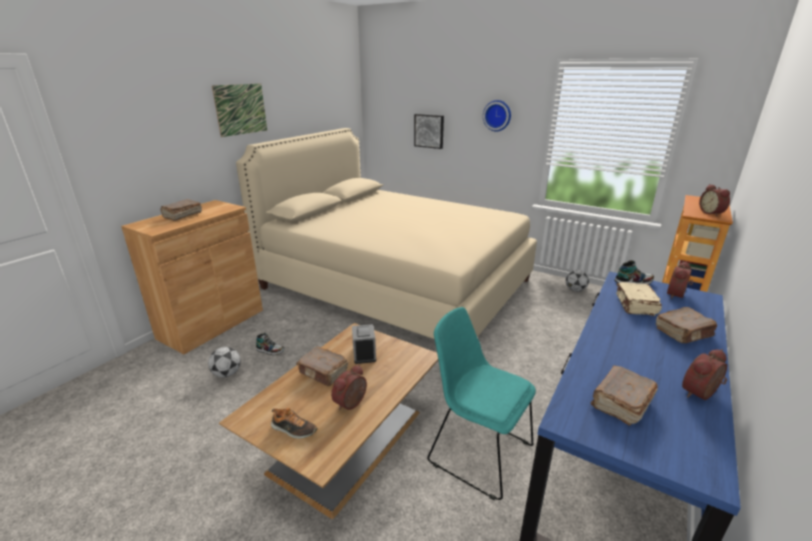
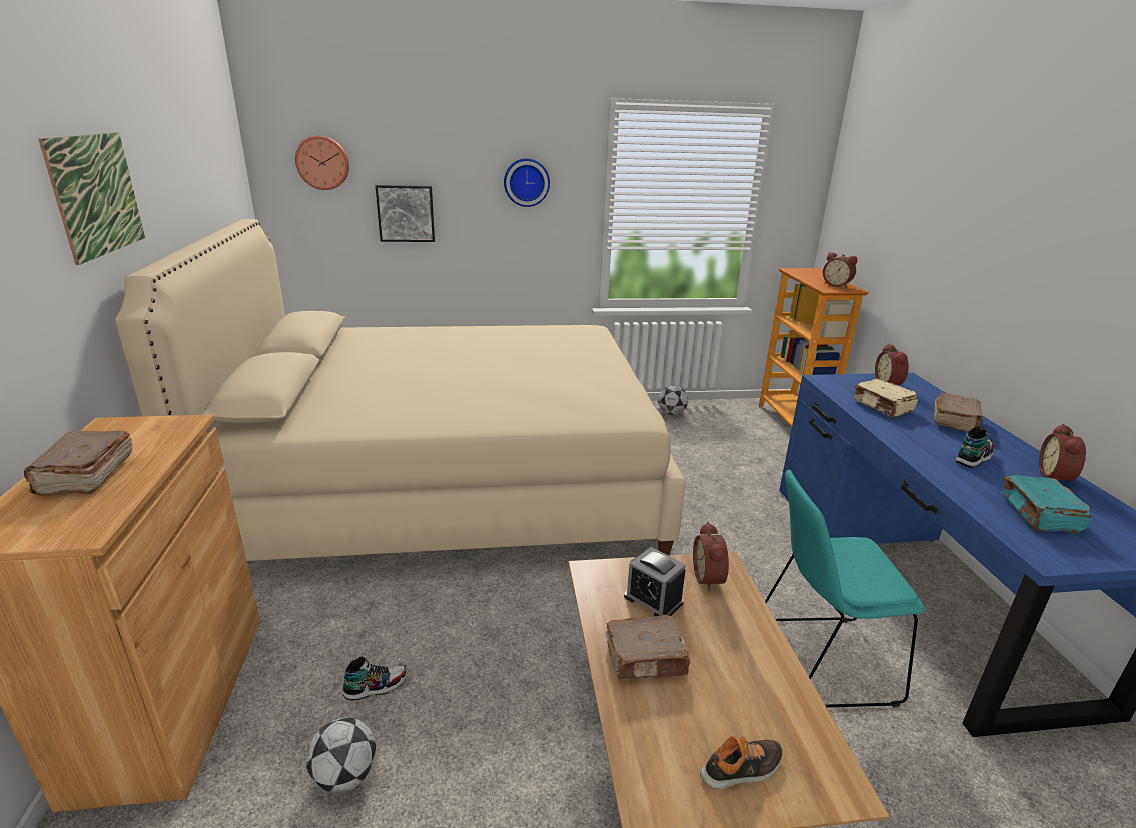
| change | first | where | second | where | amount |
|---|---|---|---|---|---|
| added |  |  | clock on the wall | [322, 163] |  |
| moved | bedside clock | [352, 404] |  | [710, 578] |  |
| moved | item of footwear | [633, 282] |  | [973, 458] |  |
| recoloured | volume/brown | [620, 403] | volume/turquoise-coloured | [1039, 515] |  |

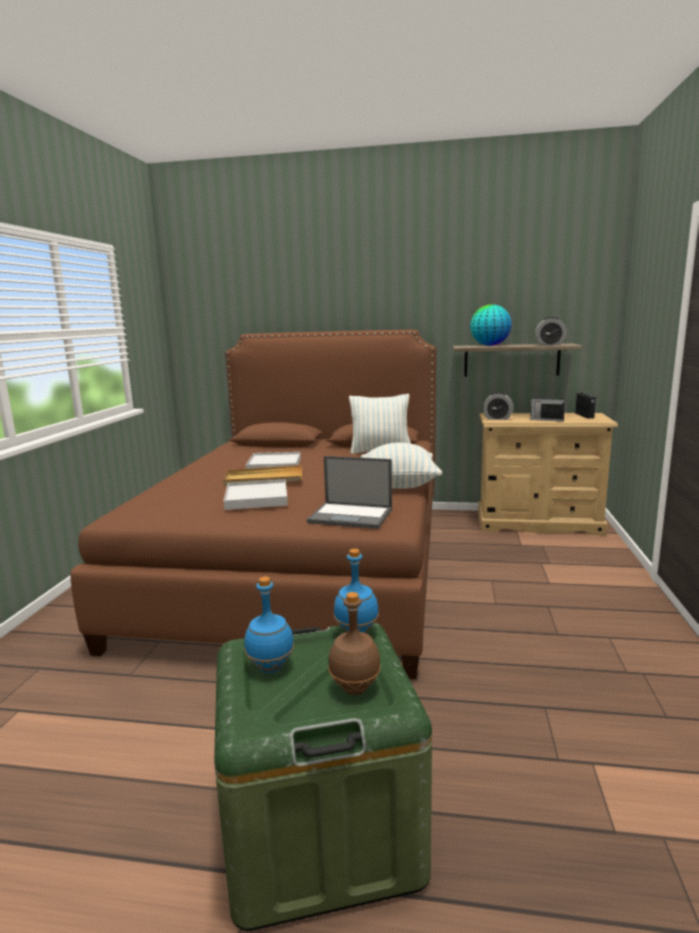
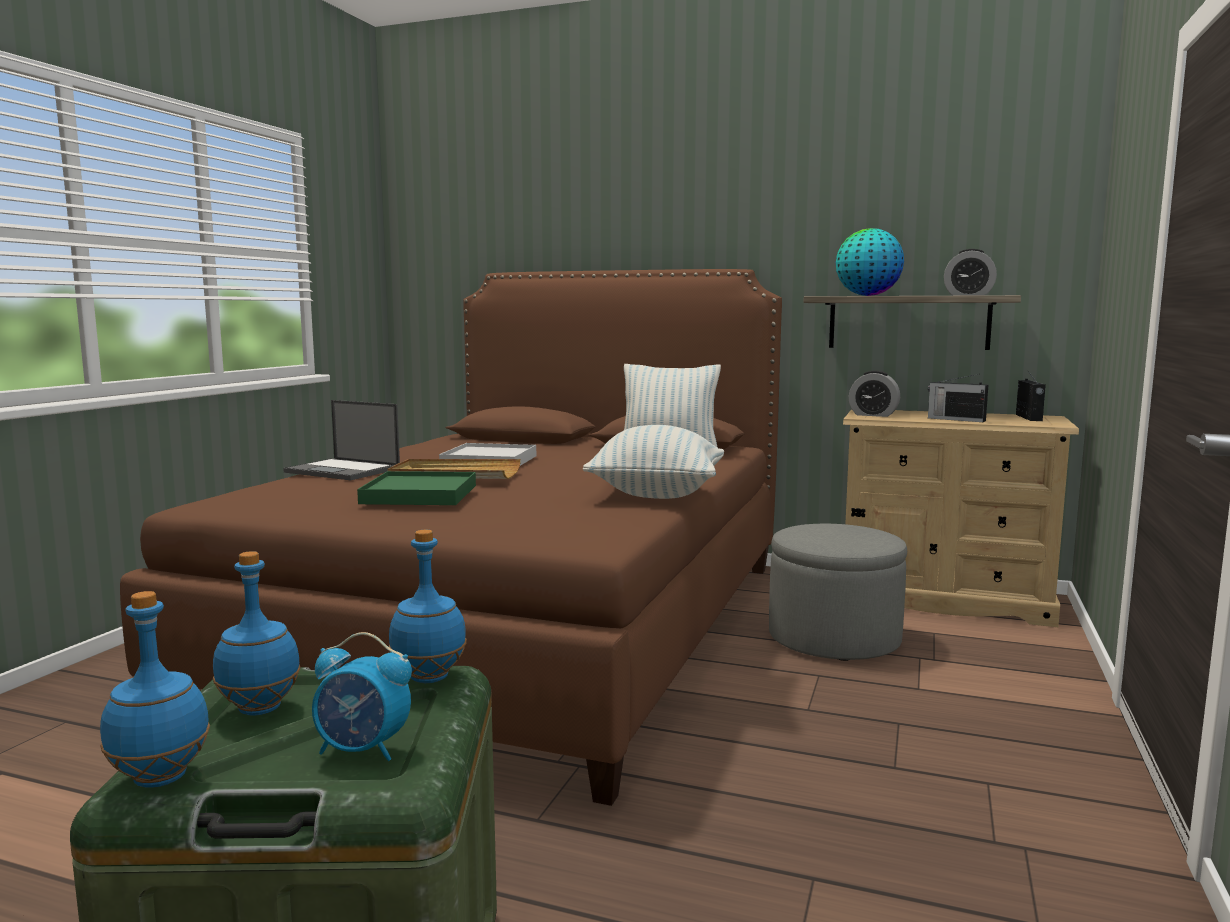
| change | first | where | second | where | amount |
|---|---|---|---|---|---|
| added |  |  | beverage bottle/blue-coloured | [161, 778] |  |
| added |  |  | pouffe/grey | [834, 639] |  |
| moved | portable computer | [351, 516] |  | [344, 470] |  |
| replaced | beverage bottle/brown | [355, 688] | bedside clock | [363, 750] |  |
| recoloured | tray/whitish | [256, 498] | tray/green | [419, 494] |  |

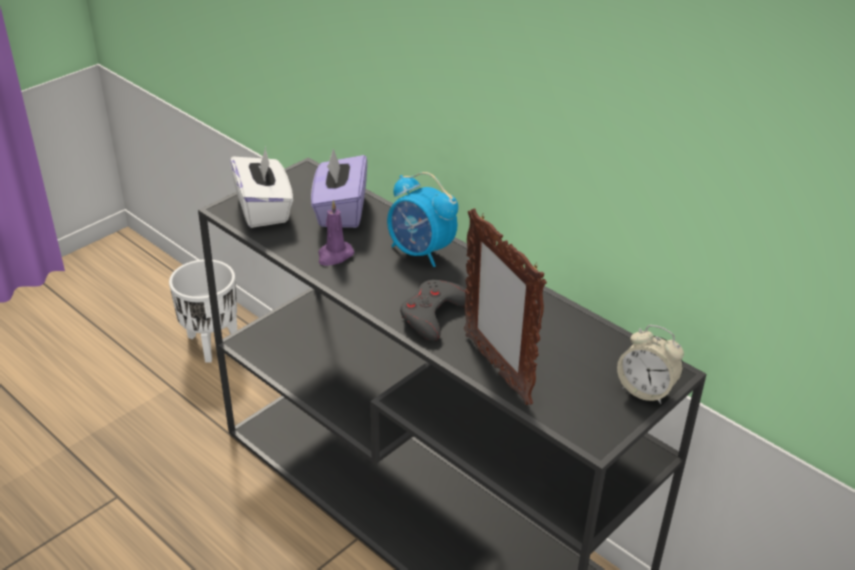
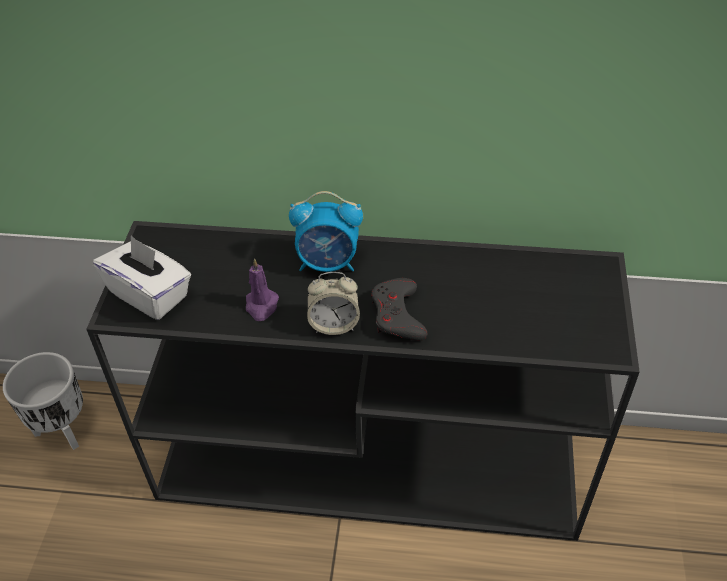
| change | first | where | second | where | amount |
|---|---|---|---|---|---|
| removed | box of tissues/purple | [340, 210] |  |  |  |
| removed | standing frame | [496, 368] |  |  |  |
| moved | bedside clock | [645, 390] |  | [334, 324] |  |

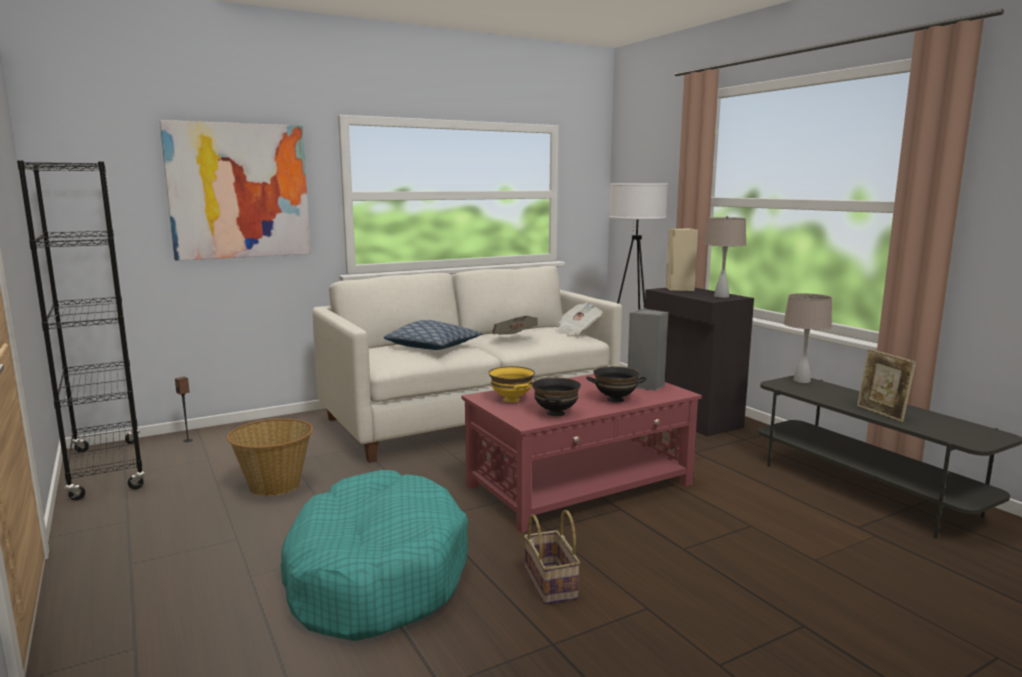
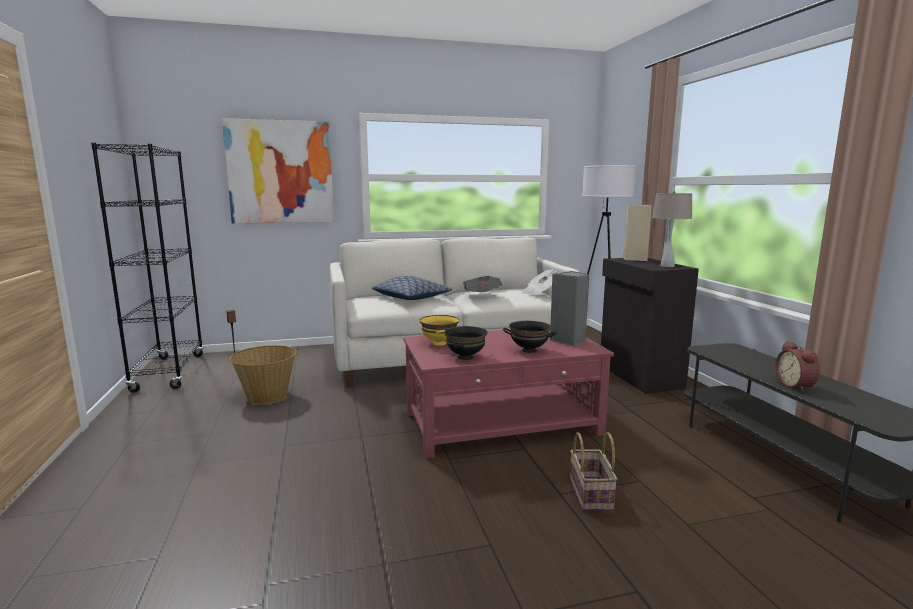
| change | first | where | second | where | amount |
|---|---|---|---|---|---|
| removed | dog cushion/turquoise-coloured | [375, 574] |  |  |  |
| removed | lamp for a table/beige-coloured | [802, 380] |  |  |  |
| moved | basket | [552, 584] |  | [592, 495] |  |
| replaced | standing frame | [881, 414] | bedside clock | [796, 386] |  |

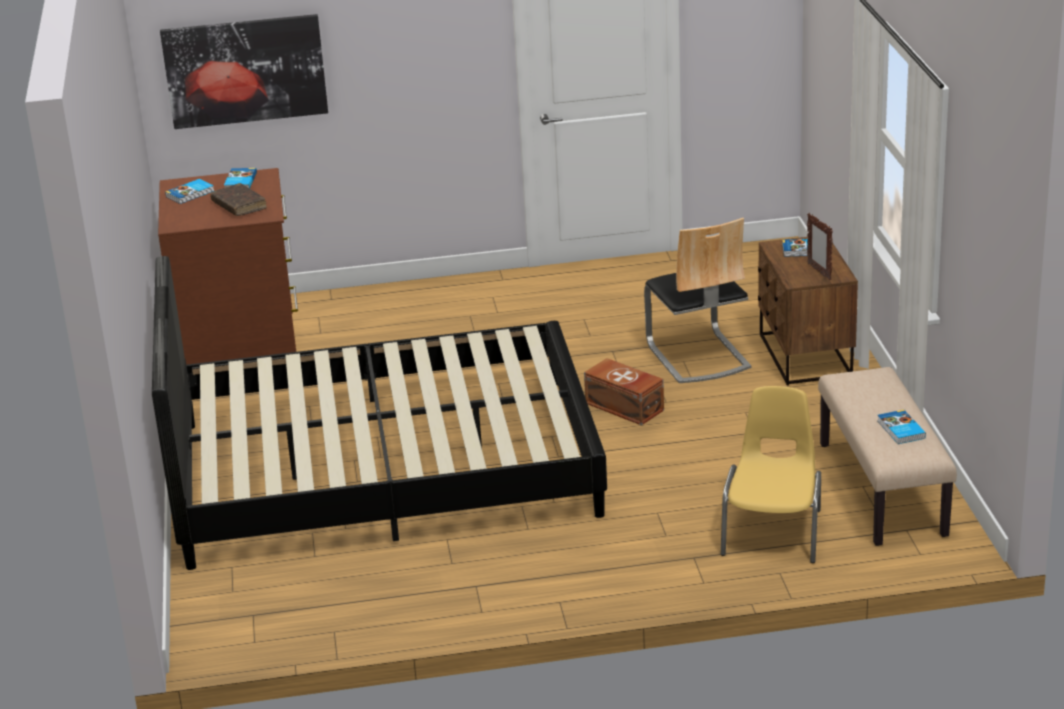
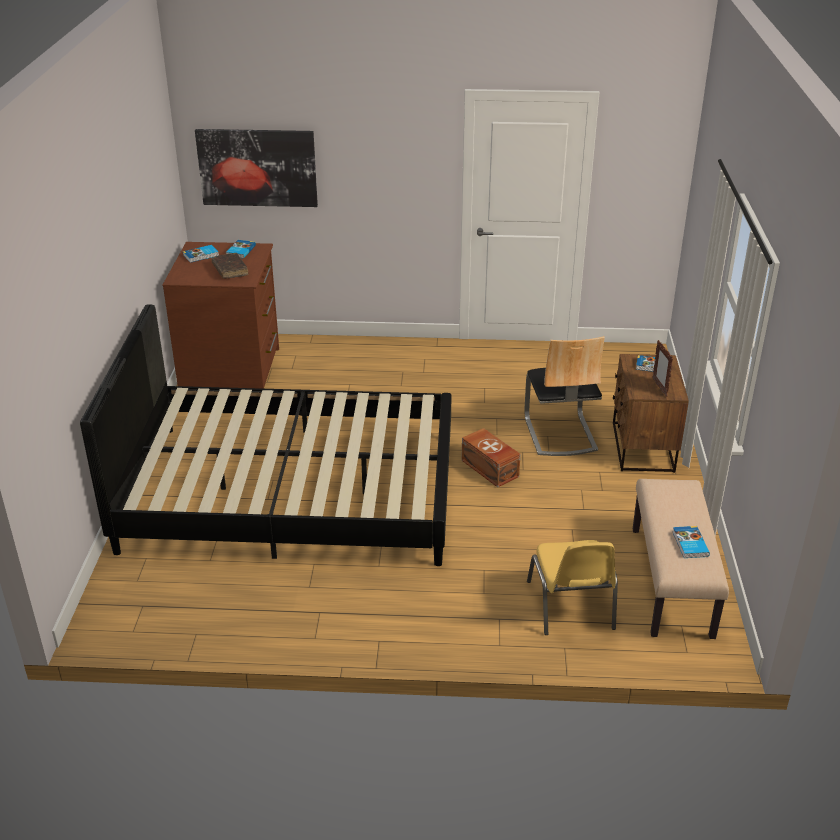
| change | first | where | second | where | amount |
|---|---|---|---|---|---|
| turned | plain chair/yellowish | [773, 532] |  | [571, 606] | 150 degrees clockwise |

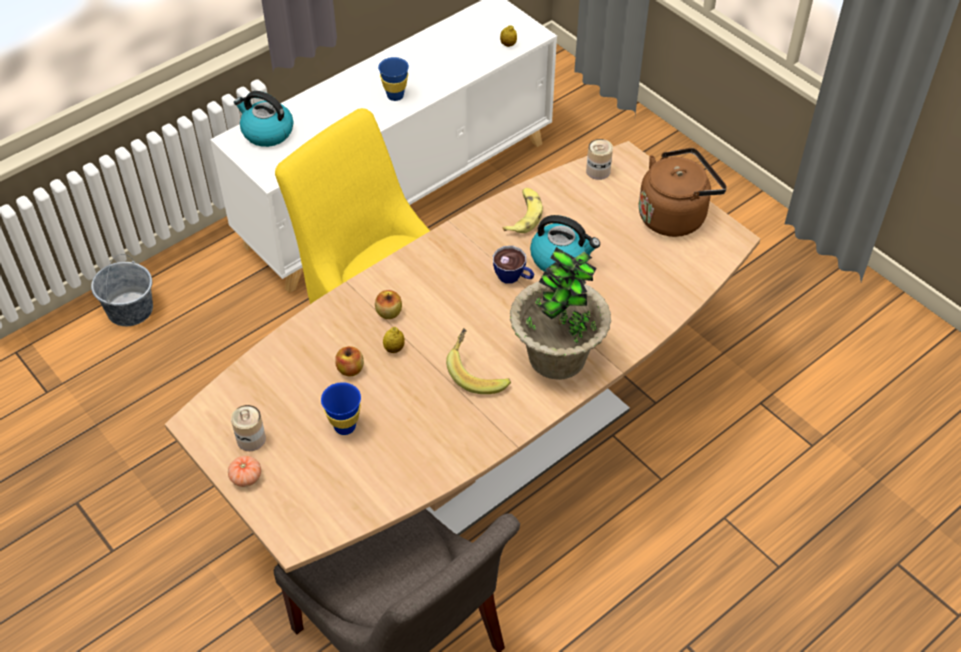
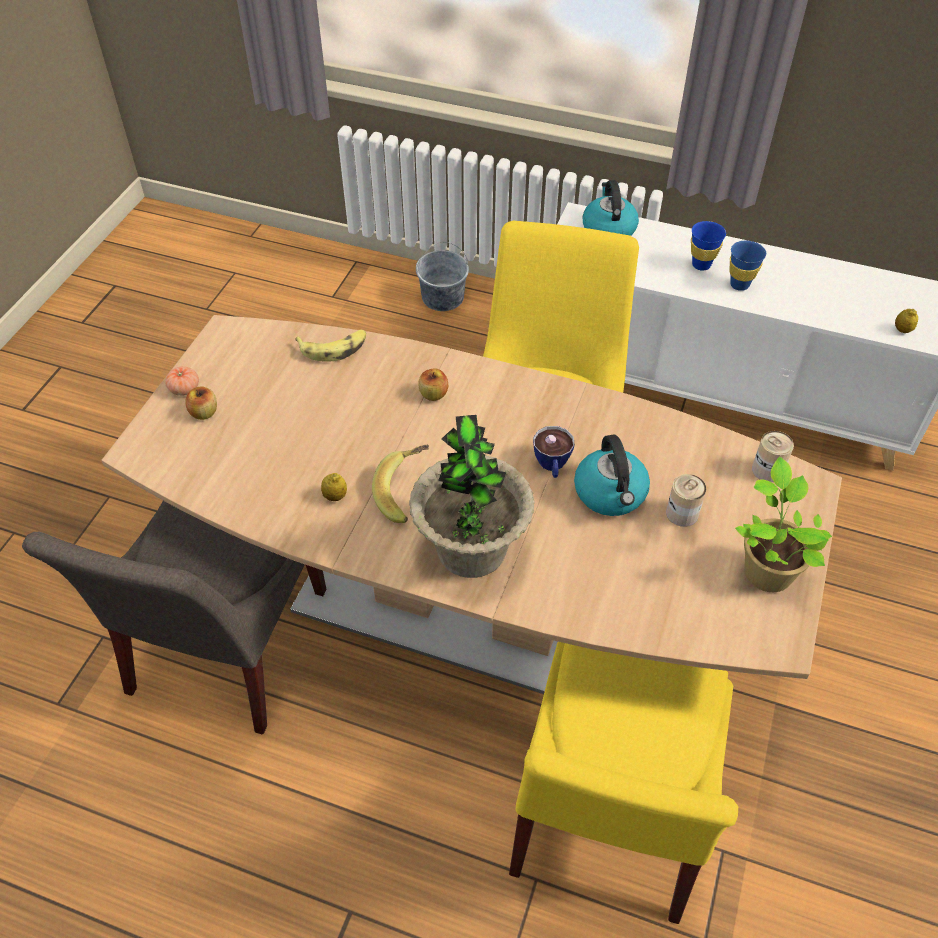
| change | first | where | second | where | amount |
|---|---|---|---|---|---|
| added |  |  | plain chair/yellowish | [606, 818] |  |
| moved | sealed can | [251, 439] |  | [682, 513] |  |
| moved | drinking cup/blue-coloured | [345, 426] |  | [701, 265] |  |
| moved | whole apple | [350, 369] |  | [204, 413] |  |
| moved | whole lemon | [394, 348] |  | [335, 496] |  |
| moved | whole banana | [524, 215] |  | [334, 348] |  |
| replaced | water kettle/brown | [675, 215] | potted plant | [766, 569] |  |

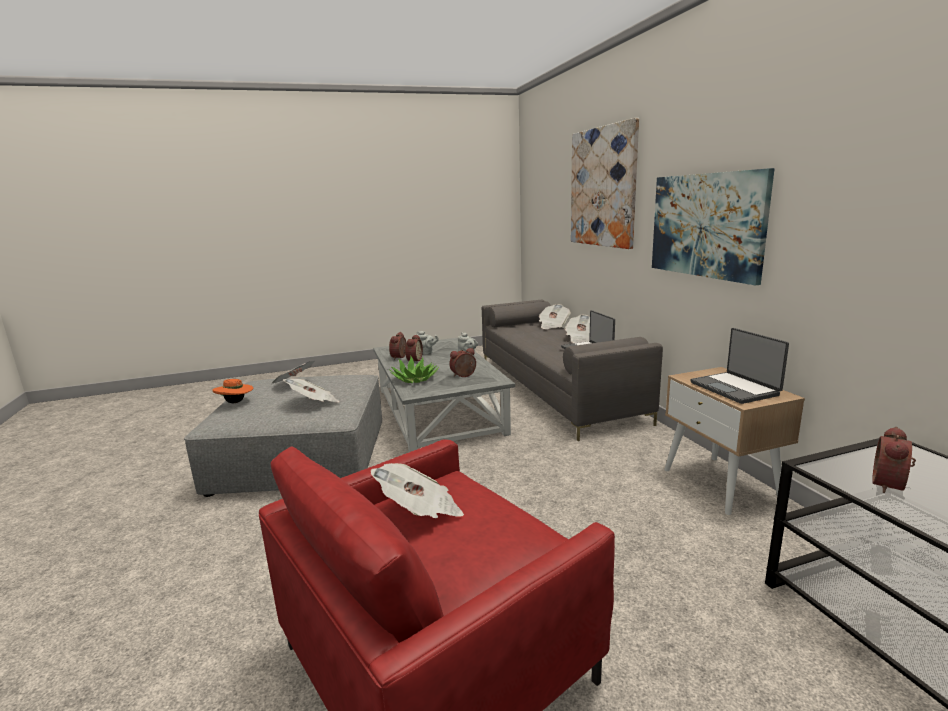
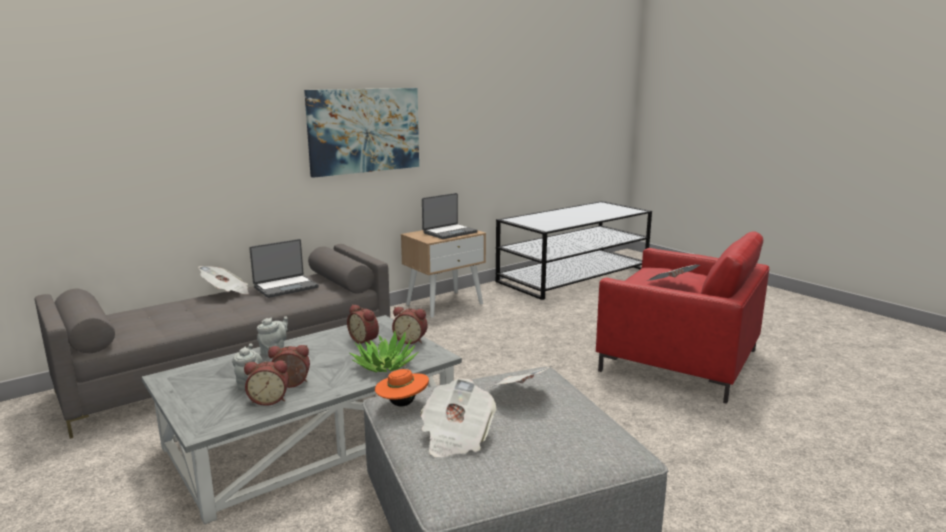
| change | first | where | second | where | amount |
|---|---|---|---|---|---|
| removed | newspaper | [553, 325] |  |  |  |
| removed | picture | [602, 187] |  |  |  |
| moved | wearable hat/orange-coloured | [235, 402] |  | [402, 404] |  |
| moved | bedside clock | [891, 485] |  | [411, 340] |  |

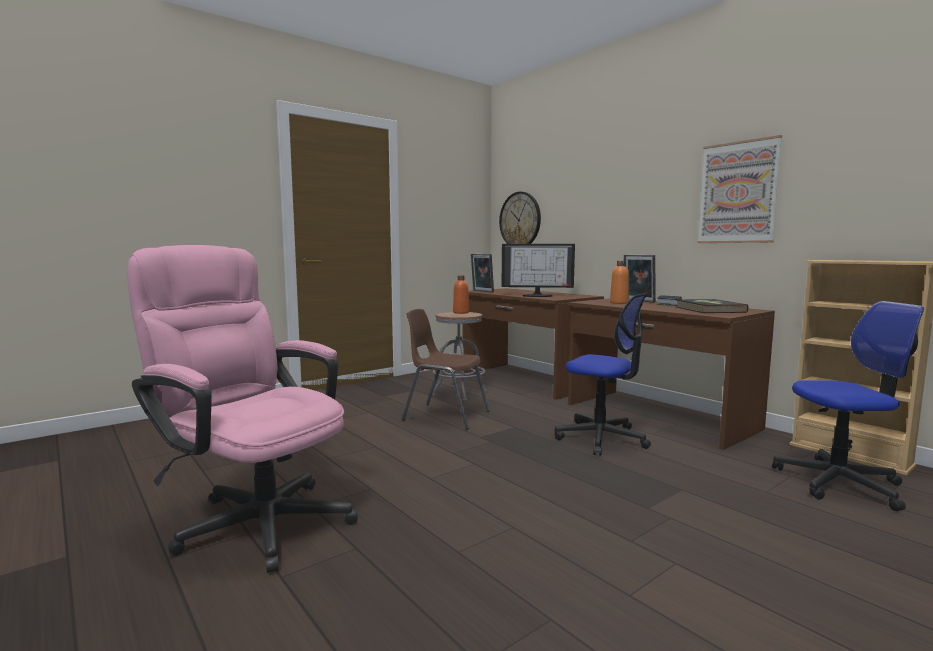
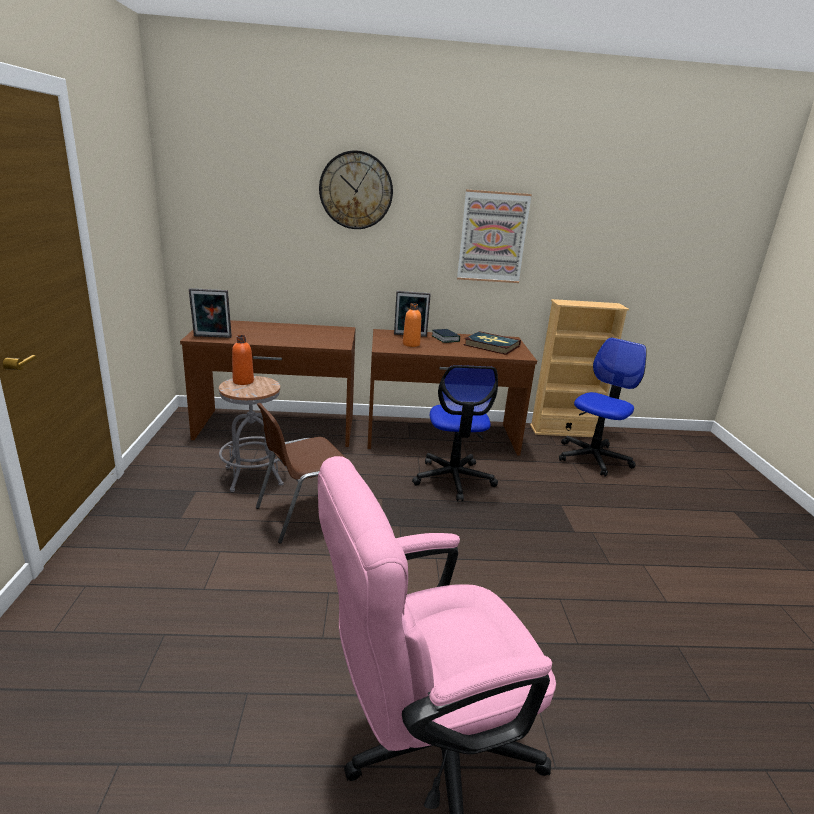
| change | first | where | second | where | amount |
|---|---|---|---|---|---|
| removed | computer screen | [537, 295] |  |  |  |
| moved | clock on the wall | [520, 220] |  | [356, 190] |  |
| turned | office chair | [601, 438] |  | [453, 479] | 105 degrees clockwise |

